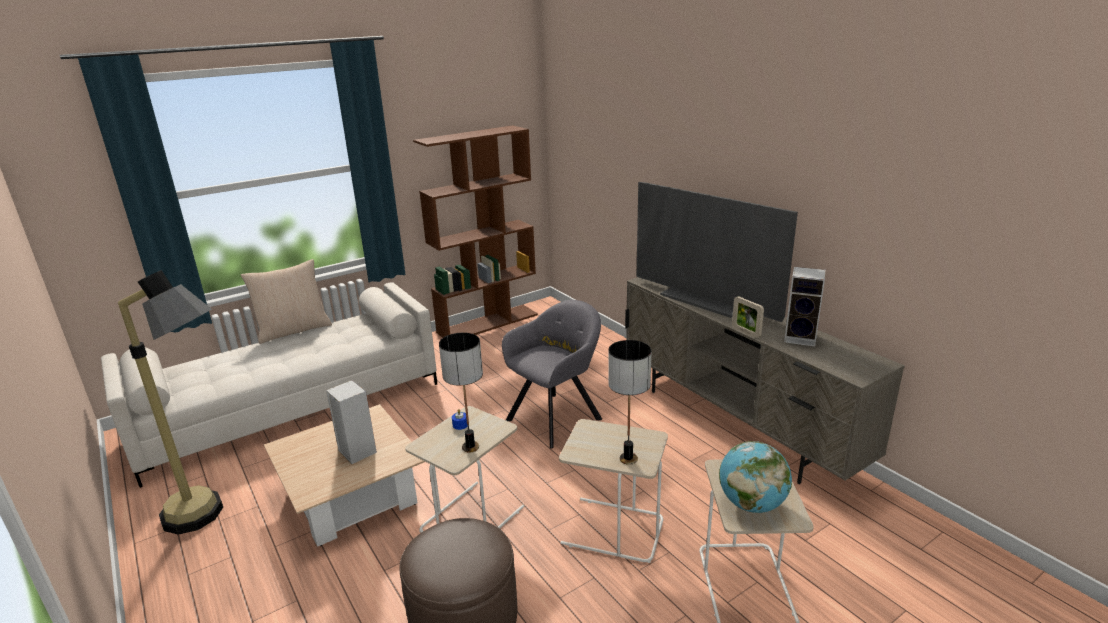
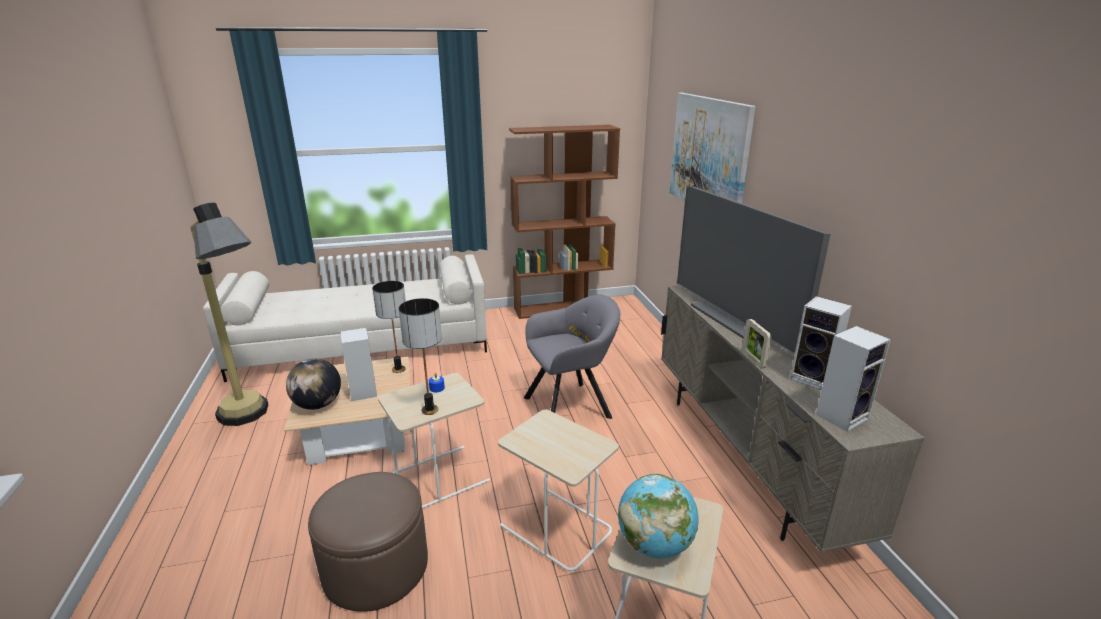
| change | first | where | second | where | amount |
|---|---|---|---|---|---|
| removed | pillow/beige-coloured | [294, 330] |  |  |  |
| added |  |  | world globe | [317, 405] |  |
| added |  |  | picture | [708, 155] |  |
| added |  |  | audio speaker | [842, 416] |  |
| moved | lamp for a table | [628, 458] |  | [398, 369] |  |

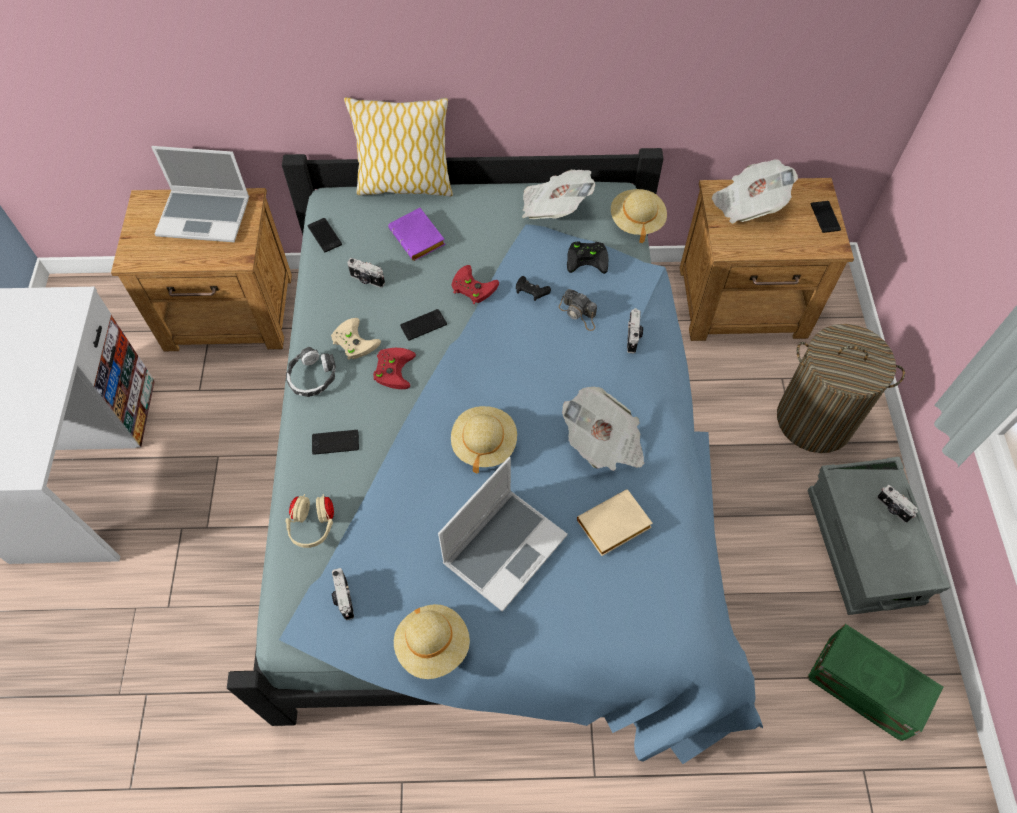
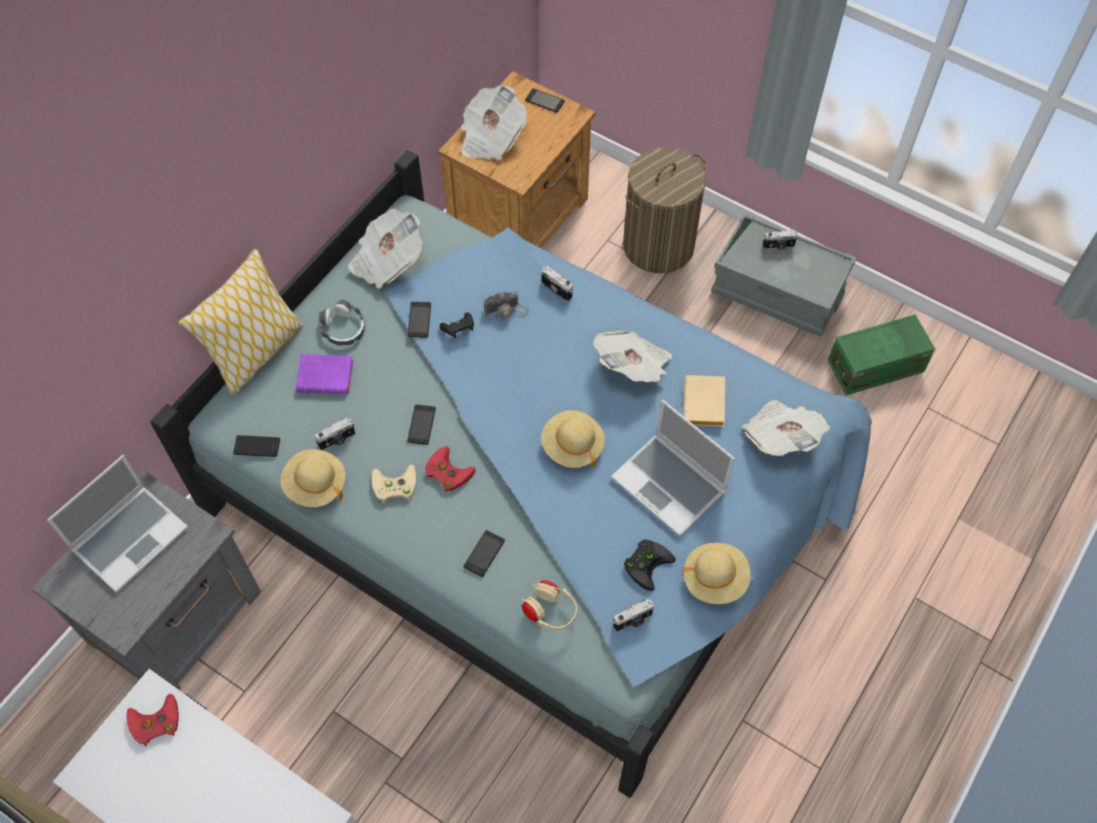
| change | first | where | second | where | amount |
|---|---|---|---|---|---|
| added |  |  | handset | [419, 320] |  |
| added |  |  | newspaper | [781, 437] |  |
| moved | headphones | [312, 377] |  | [343, 328] |  |
| moved | gamepad/red-coloured | [471, 287] |  | [154, 724] |  |
| moved | gamepad/black | [588, 258] |  | [647, 563] |  |
| moved | wearable hat/beige-coloured | [636, 221] |  | [315, 485] |  |
| recoloured | bedside table/brown | [231, 313] | bedside table/grey | [178, 616] |  |
| turned | still camera | [343, 598] |  | [633, 621] | 45 degrees counterclockwise |
| turned | portable computer | [504, 547] |  | [670, 485] | 150 degrees clockwise |

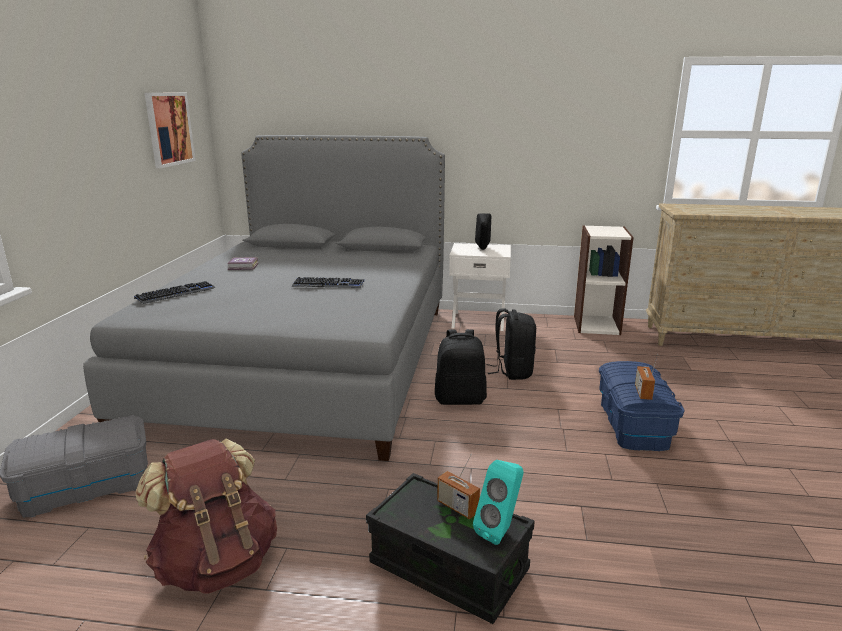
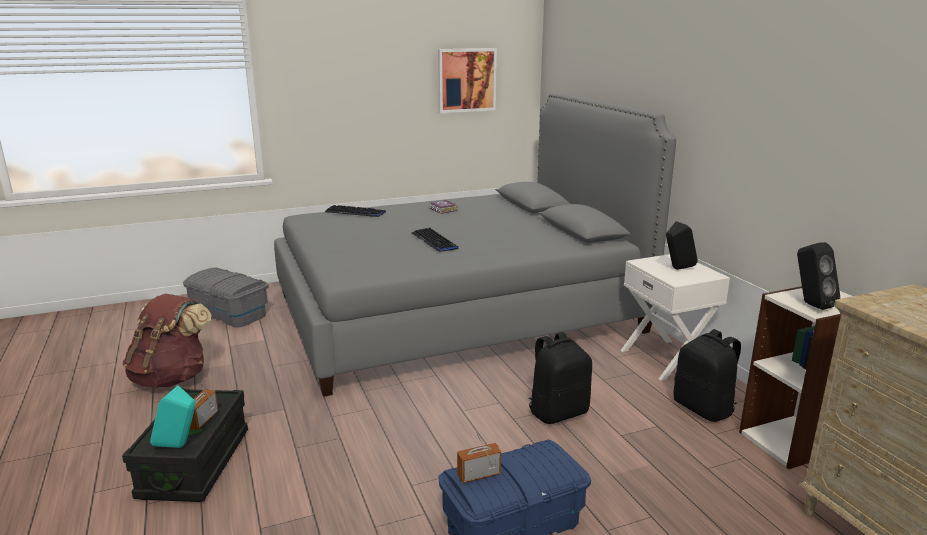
| change | first | where | second | where | amount |
|---|---|---|---|---|---|
| added |  |  | audio speaker/black | [810, 304] |  |
| moved | rucksack/black | [460, 399] |  | [704, 408] |  |

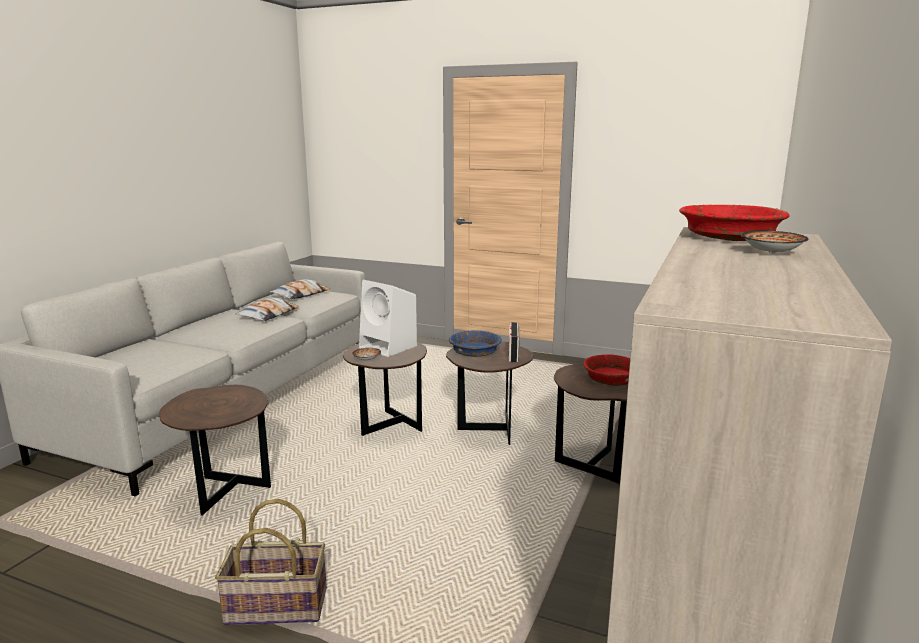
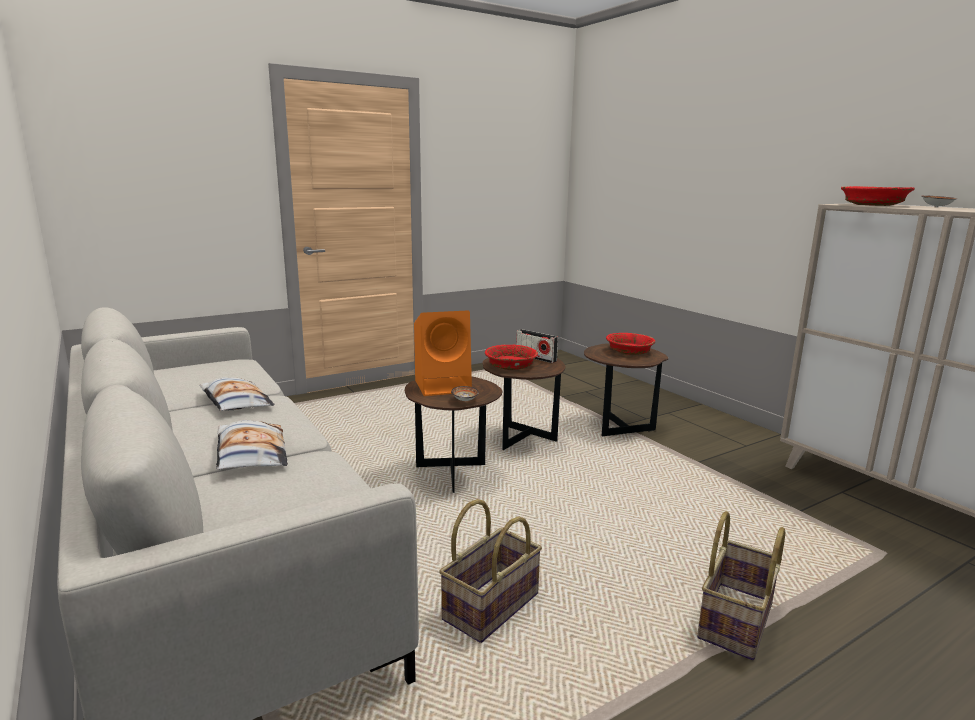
| change | first | where | second | where | amount |
|---|---|---|---|---|---|
| moved | pillow | [301, 295] |  | [250, 454] |  |
| replaced | accent table/brown | [225, 495] | basket | [490, 605] |  |
| recoloured | audio speaker/whitish | [389, 347] | audio speaker/orange-coloured | [444, 386] |  |
| recoloured | deep dish/blue-coloured | [474, 352] | deep dish/red-coloured | [510, 366] |  |

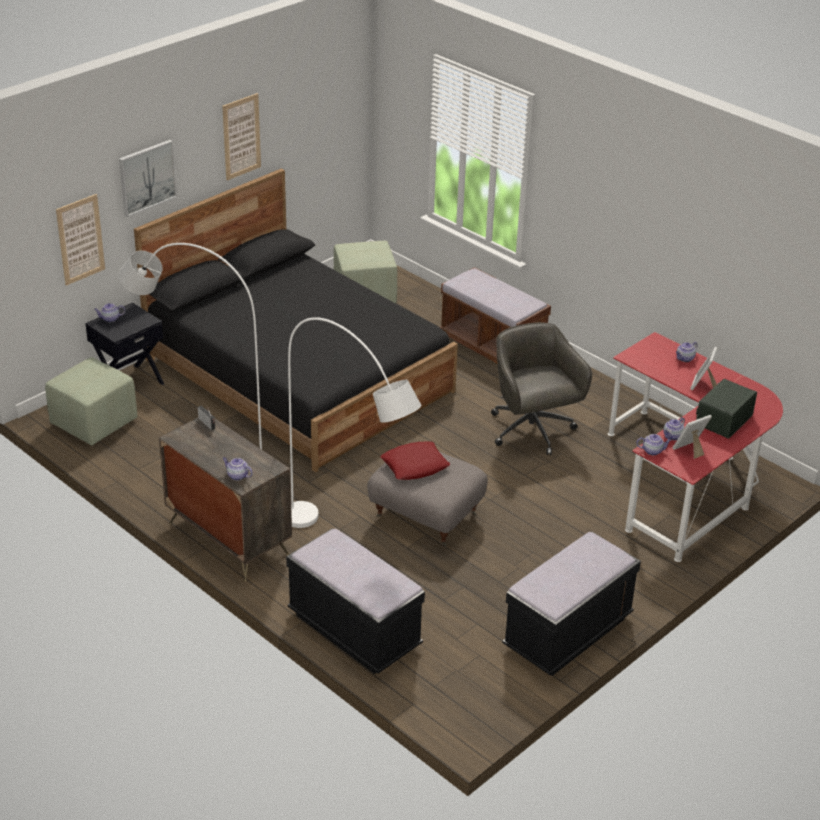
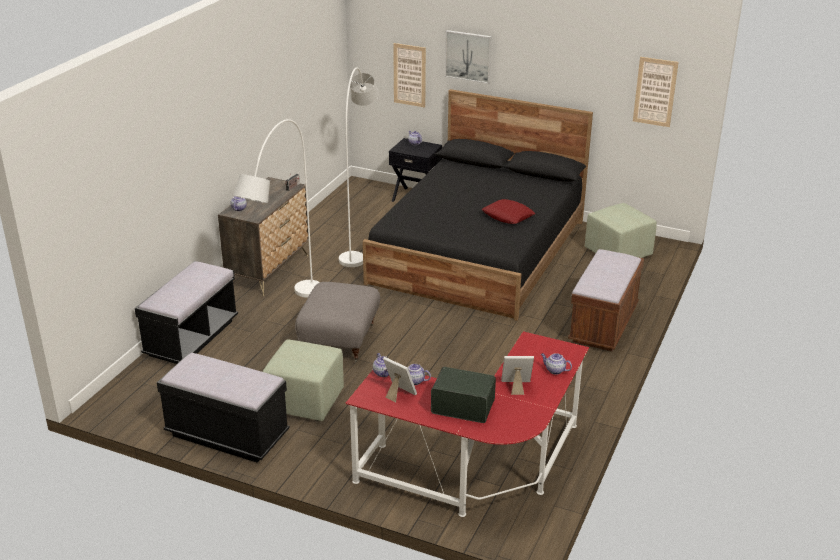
| change | first | where | second | where | amount |
|---|---|---|---|---|---|
| removed | office chair/grey | [532, 431] |  |  |  |
| moved | pouffe/green | [93, 423] |  | [304, 401] |  |
| moved | picture | [241, 136] |  | [655, 92] |  |
| moved | pillow/red-coloured | [415, 465] |  | [508, 216] |  |

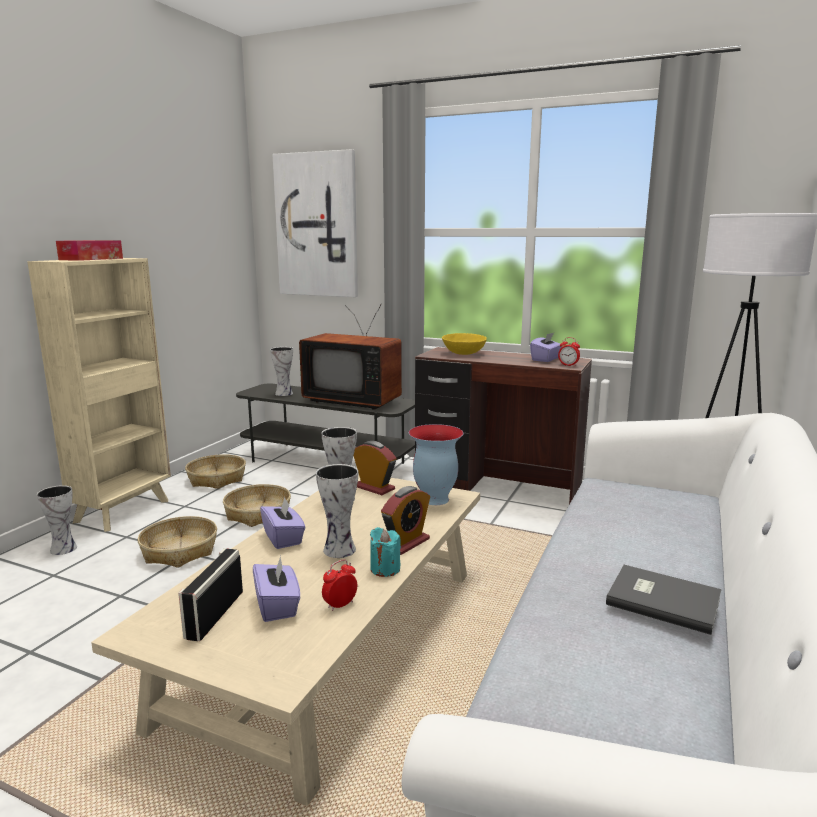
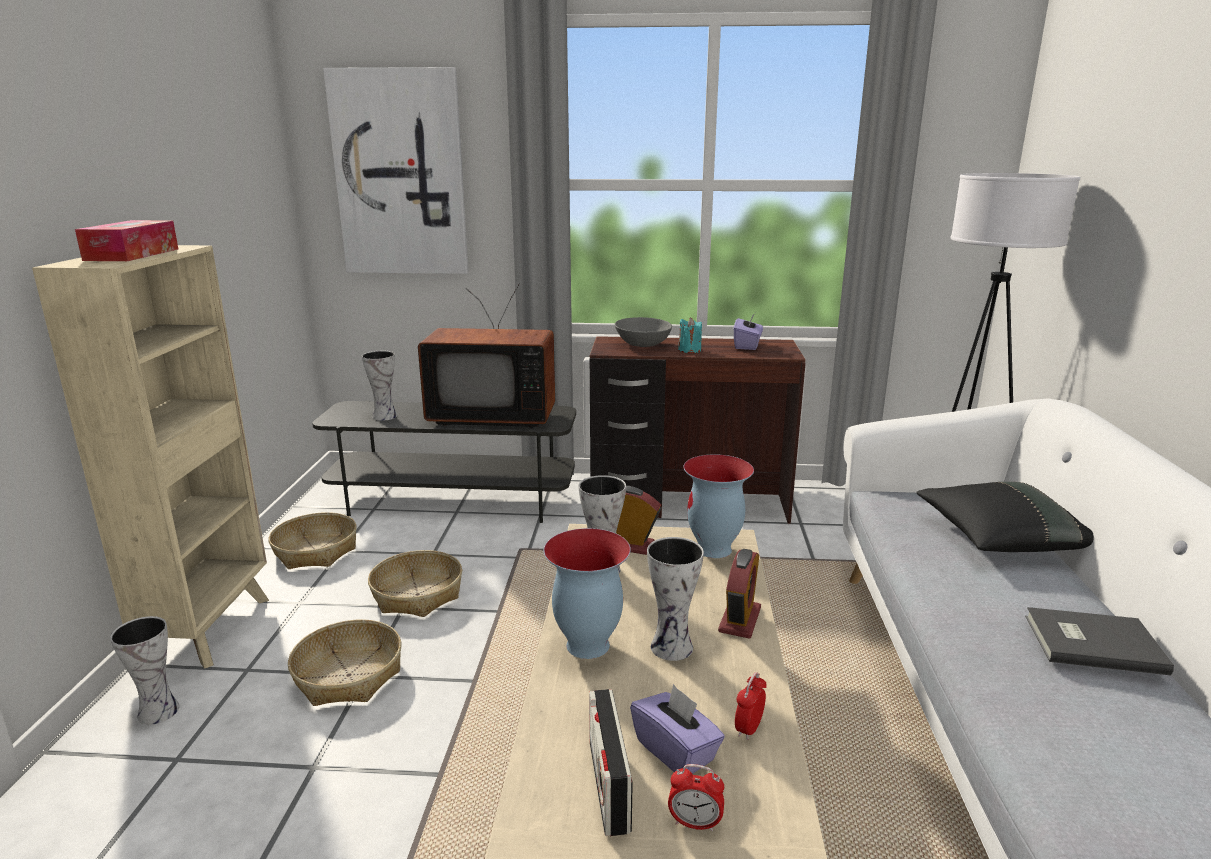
| change | first | where | second | where | amount |
|---|---|---|---|---|---|
| added |  |  | pillow/black | [998, 539] |  |
| moved | wax candle/turquoise-coloured | [385, 569] |  | [689, 350] |  |
| moved | bedside clock | [568, 365] |  | [695, 823] |  |
| replaced | box of tissues/purple | [283, 538] | vase | [586, 645] |  |
| recoloured | deep dish/yellowish | [463, 353] | deep dish/grey | [642, 344] |  |

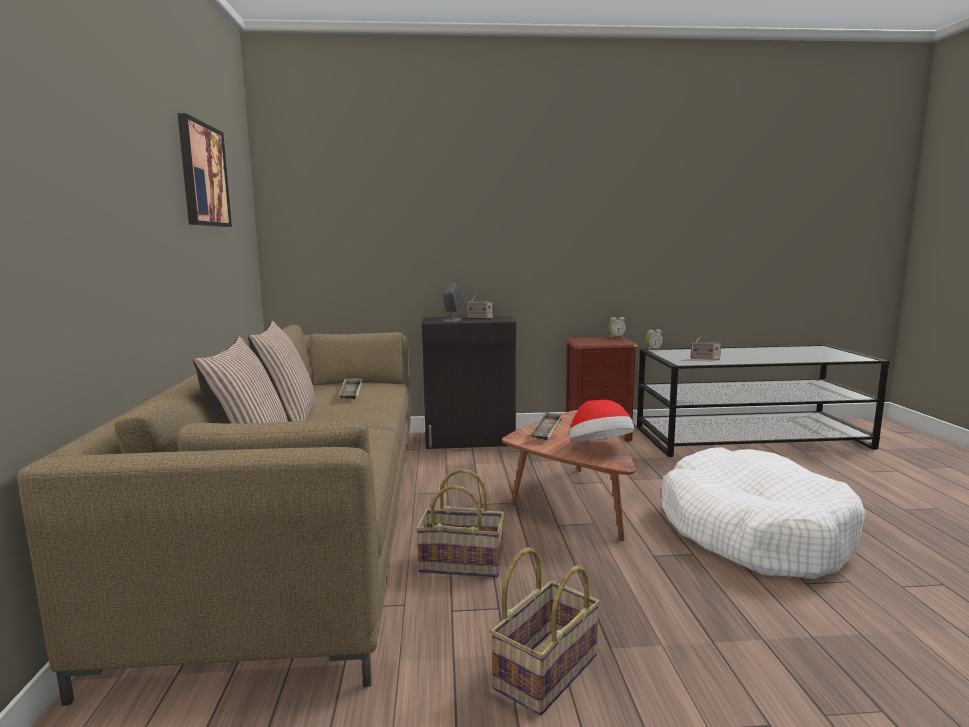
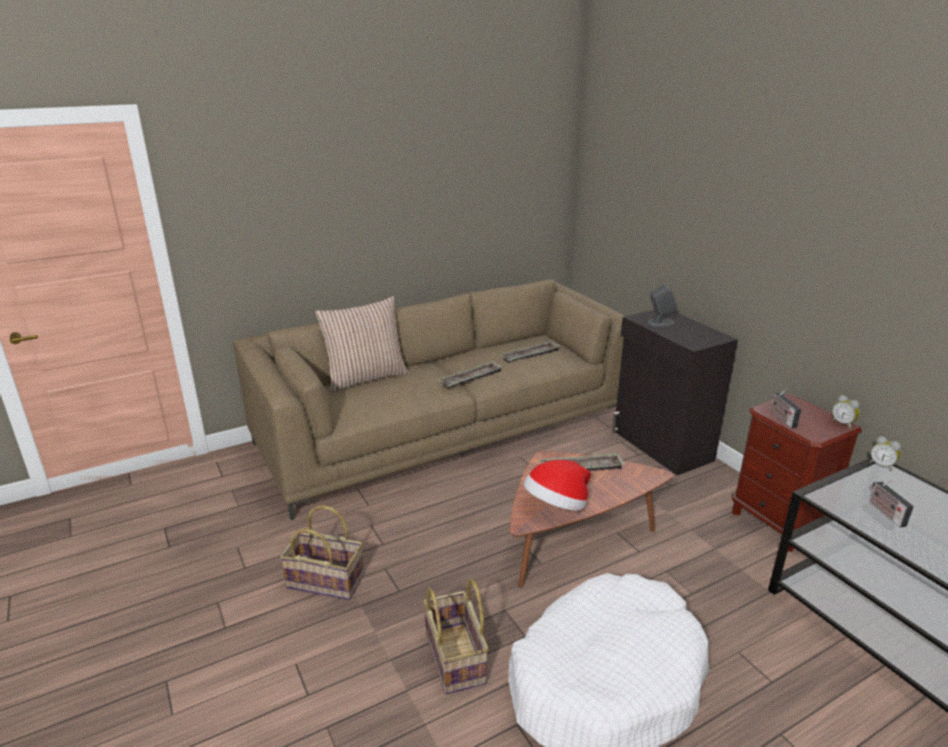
| change | first | where | second | where | amount |
|---|---|---|---|---|---|
| removed | picture | [203, 175] |  |  |  |
| removed | pillow | [288, 421] |  |  |  |
| added |  |  | tray | [471, 378] |  |
| moved | basket | [462, 563] |  | [456, 658] |  |
| moved | radio | [479, 317] |  | [781, 418] |  |

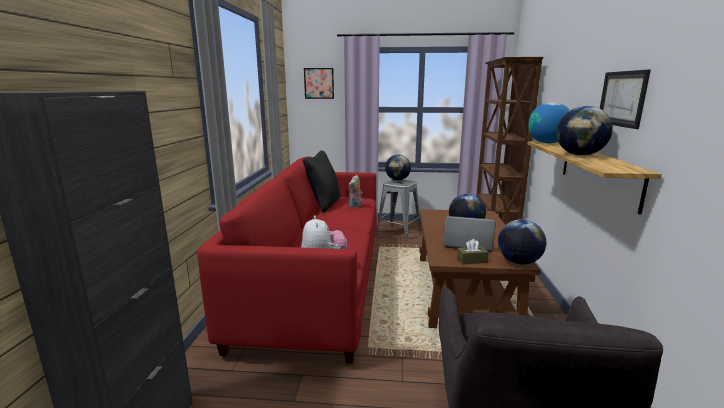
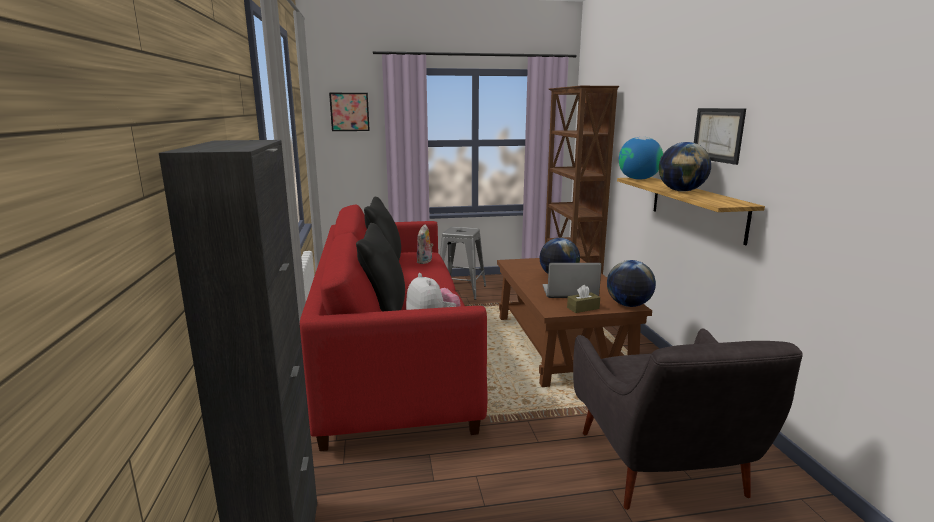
| change | first | where | second | where | amount |
|---|---|---|---|---|---|
| removed | world globe | [397, 180] |  |  |  |
| added |  |  | pillow/black | [384, 308] |  |

